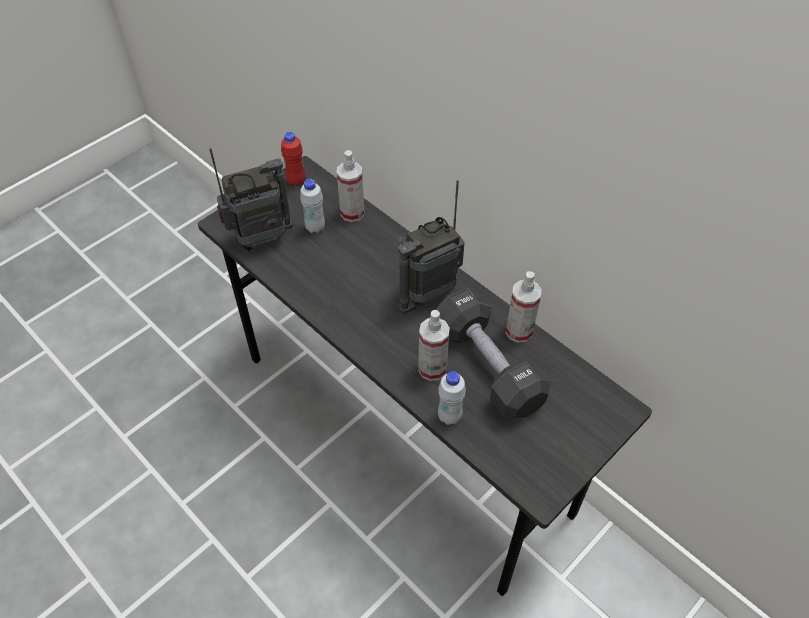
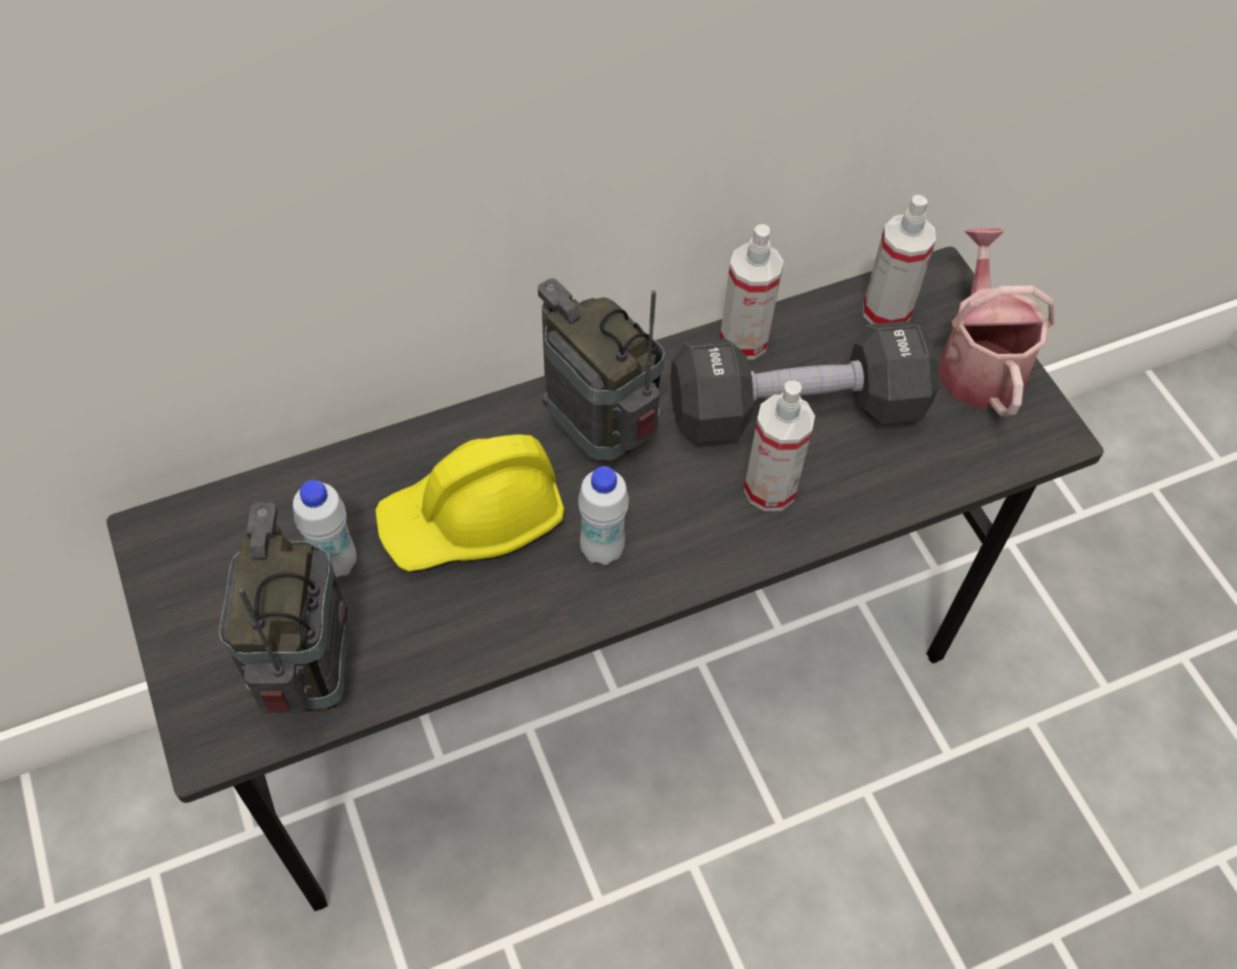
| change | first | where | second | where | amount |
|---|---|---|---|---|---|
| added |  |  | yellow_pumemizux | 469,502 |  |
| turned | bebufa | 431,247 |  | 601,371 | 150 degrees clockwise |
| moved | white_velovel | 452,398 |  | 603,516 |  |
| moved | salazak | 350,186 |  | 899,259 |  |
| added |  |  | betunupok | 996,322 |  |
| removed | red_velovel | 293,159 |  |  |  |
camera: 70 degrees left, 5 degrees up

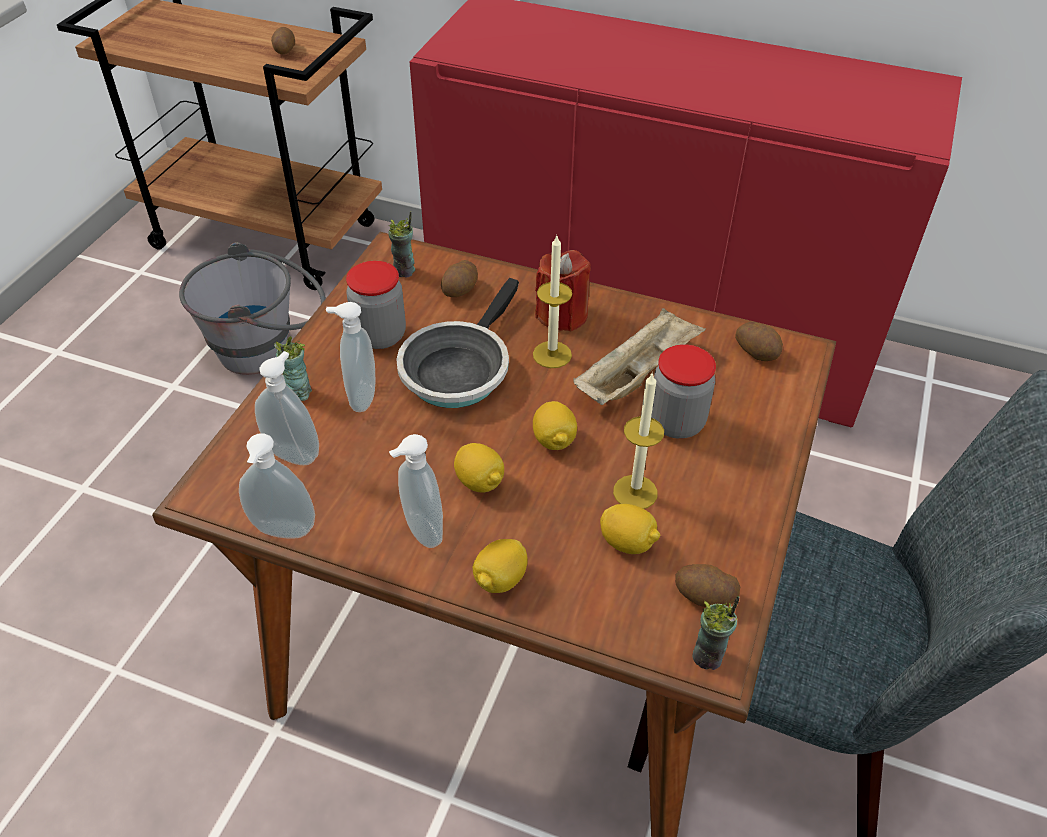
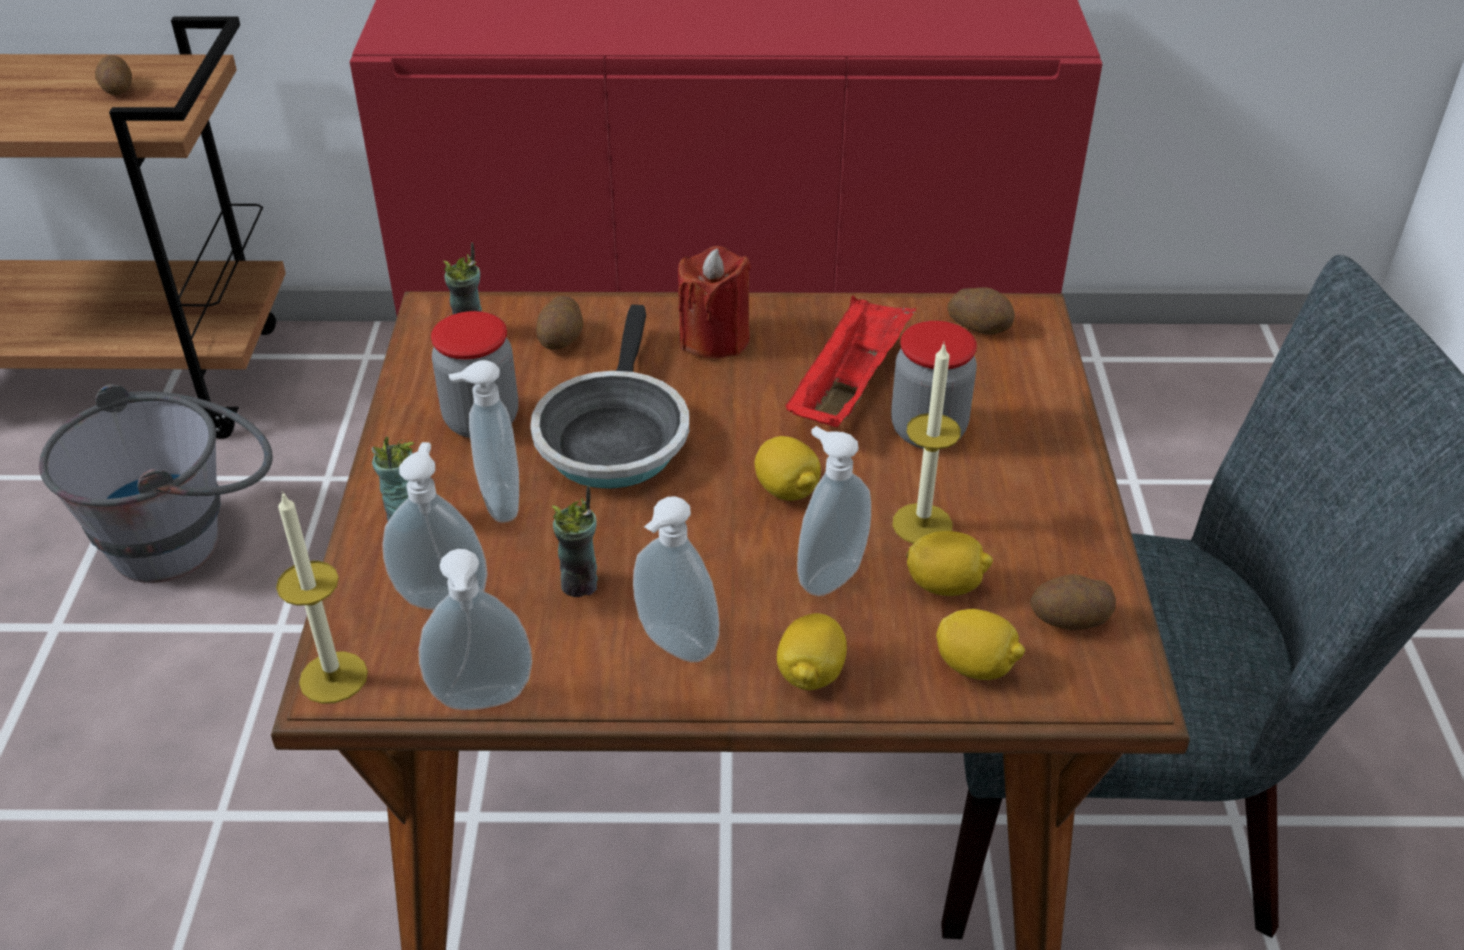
| change | first | where | second | where | amount |
|---|---|---|---|---|---|
| moved | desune | 552,302 |  | 322,597 |  |
| moved | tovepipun | 715,633 |  | 575,541 |  |
| recoloured | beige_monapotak | 639,356 | red_monapotak | 850,361 |  |
| added |  |  | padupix | 834,511 |  |
| moved | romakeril | 479,468 |  | 980,644 |  |
camera: 20 degrees left, 5 degrees down

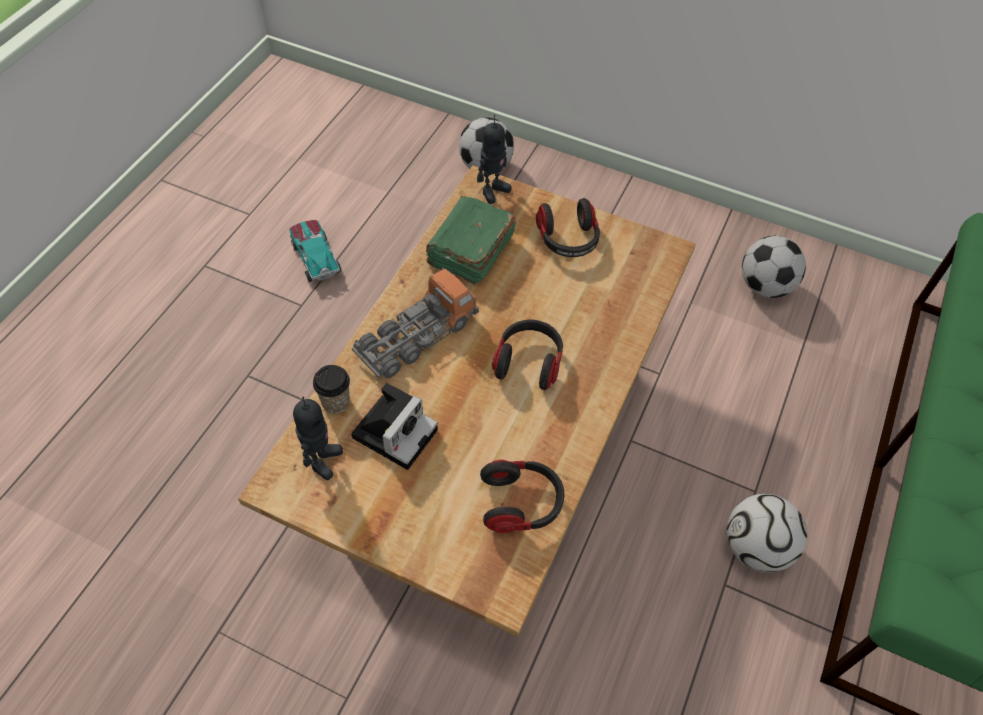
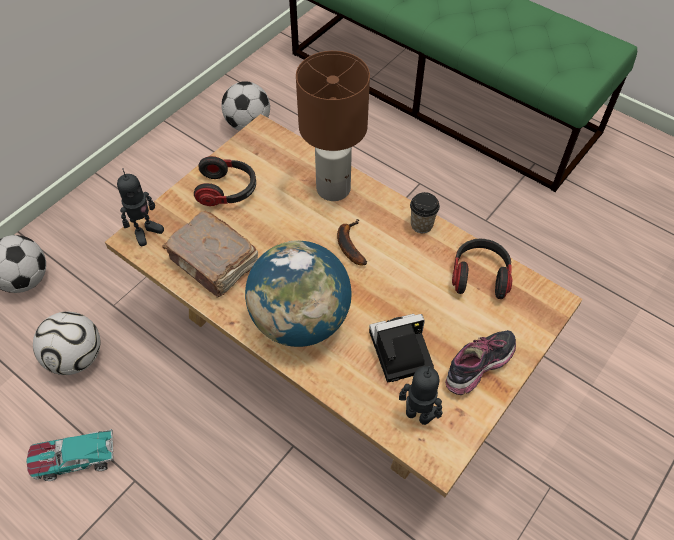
| change | first | where | second | where | amount |
|---|---|---|---|---|---|
| moved | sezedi | 767,533 |  | 66,343 |  |
| turned | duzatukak | 494,159 |  | 140,207 | 75 degrees clockwise |
| recoloured | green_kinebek | 471,240 | brown_kinebek | 210,254 |  |
| replaced | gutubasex | 415,322 | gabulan | 298,293 |  |
| added |  |  | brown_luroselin | 333,126 |  |
| replaced | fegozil | 527,354 | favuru | 352,242 |  |
| turned | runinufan | 394,426 |  | 401,348 | 60 degrees counterclockwise |
| moved | tovepipun | 331,389 |  | 425,212 |  |
| added |  |  | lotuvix | 480,362 |  |
camera: 75 degrees left, 0 degrees up

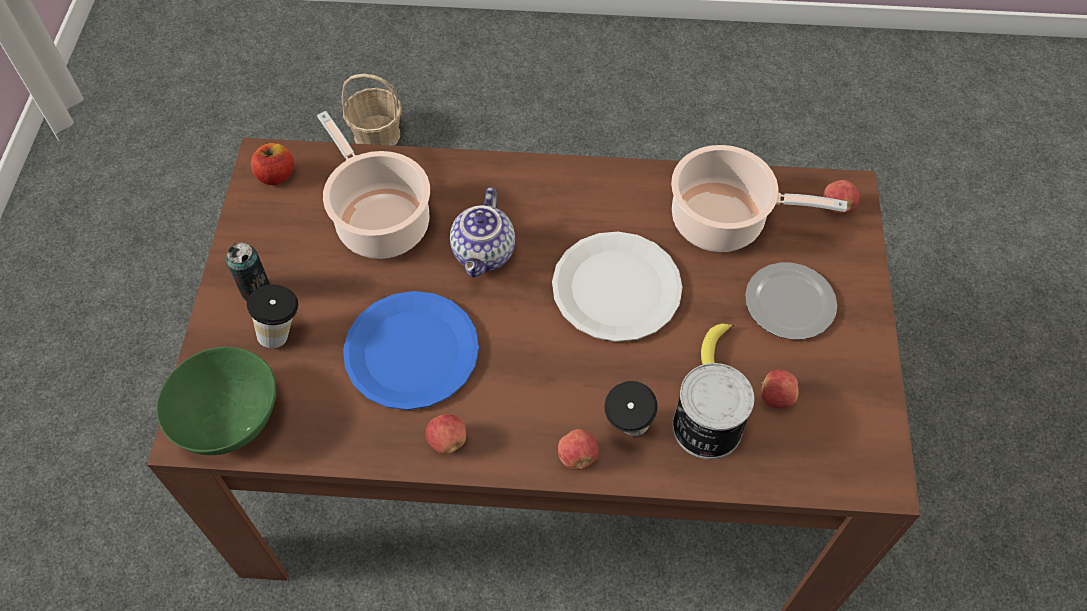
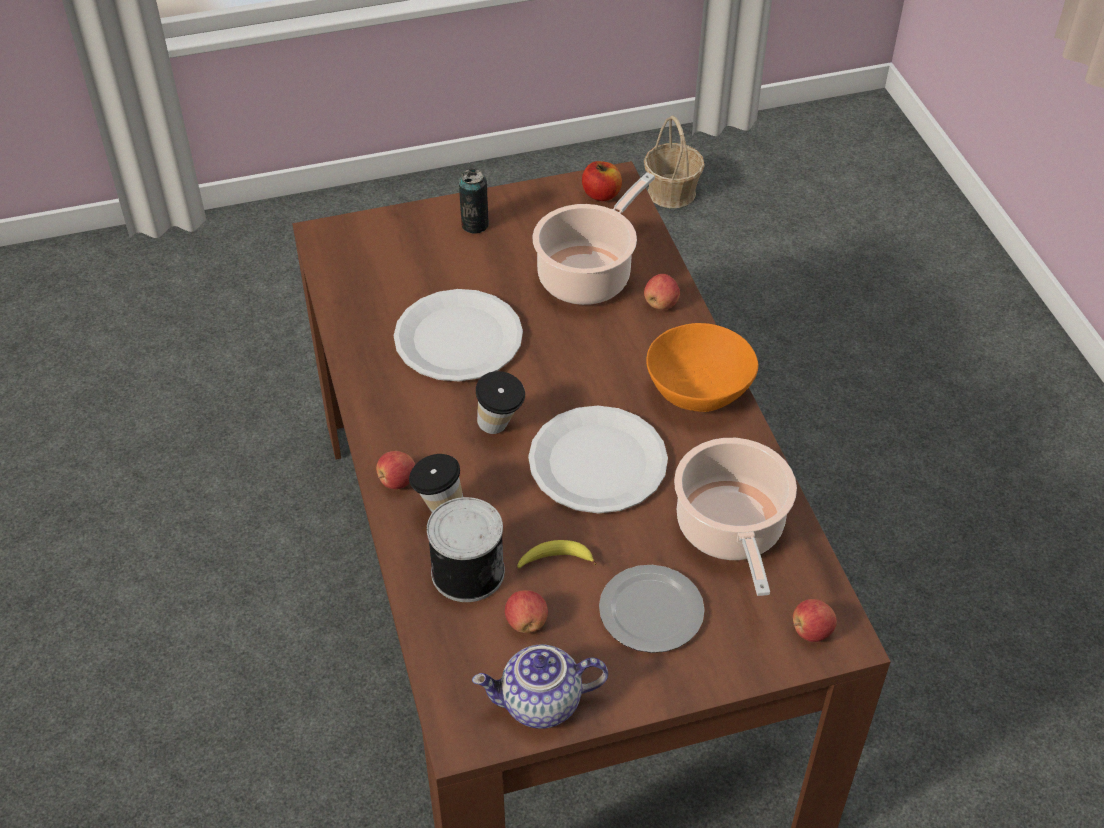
| change | first | where | second | where | amount |
|---|---|---|---|---|---|
| recoloured | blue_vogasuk | 411,350 | white_vogasuk | 458,335 |  |
| moved | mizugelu | 482,232 |  | 540,686 |  |
| moved | tovepipun | 272,316 |  | 500,402 |  |
| moved | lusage | 372,110 |  | 674,161 |  |
| moved | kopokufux | 446,434 |  | 662,292 |  |
| added |  |  | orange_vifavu | 702,367 |  |
| removed | green_vifavu | 216,401 |  |  |  |
camera: 70 degrees right, 10 degrees down

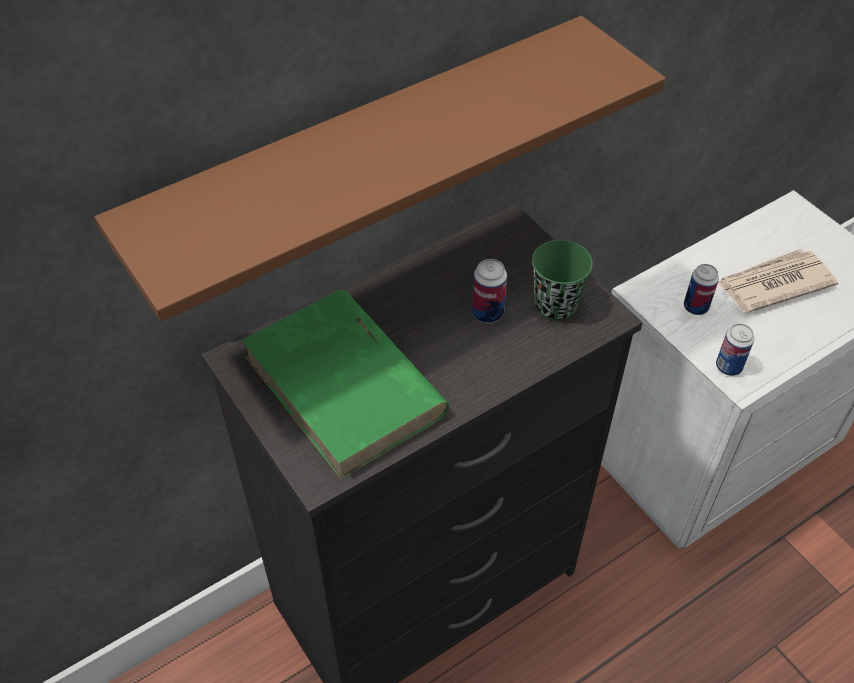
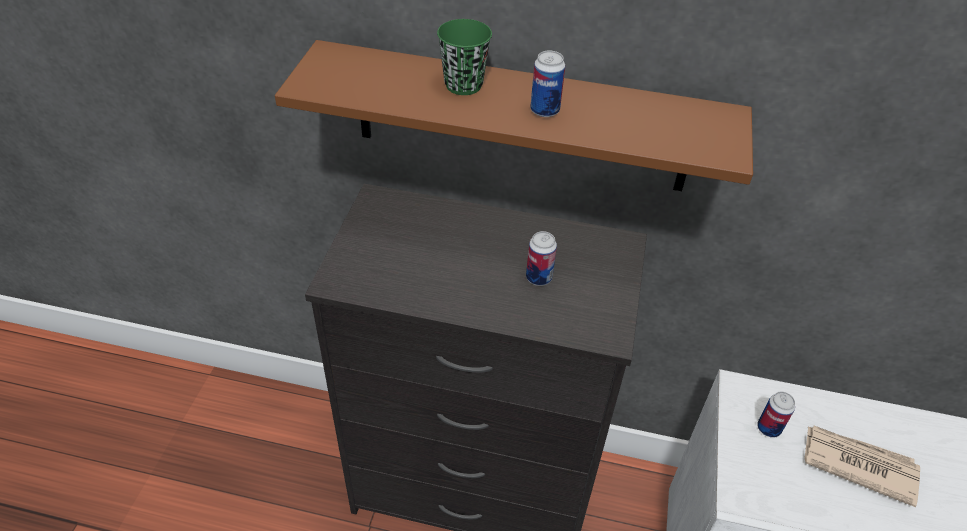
| change | first | where | second | where | amount |
|---|---|---|---|---|---|
| moved | green_tovepipun | 562,280 |  | 464,57 |  |
| moved | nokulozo | 735,350 |  | 547,84 |  |
| removed | green_kinebek | 345,385 |  |  |  |
camera: 45 degrees right, 5 degrees down

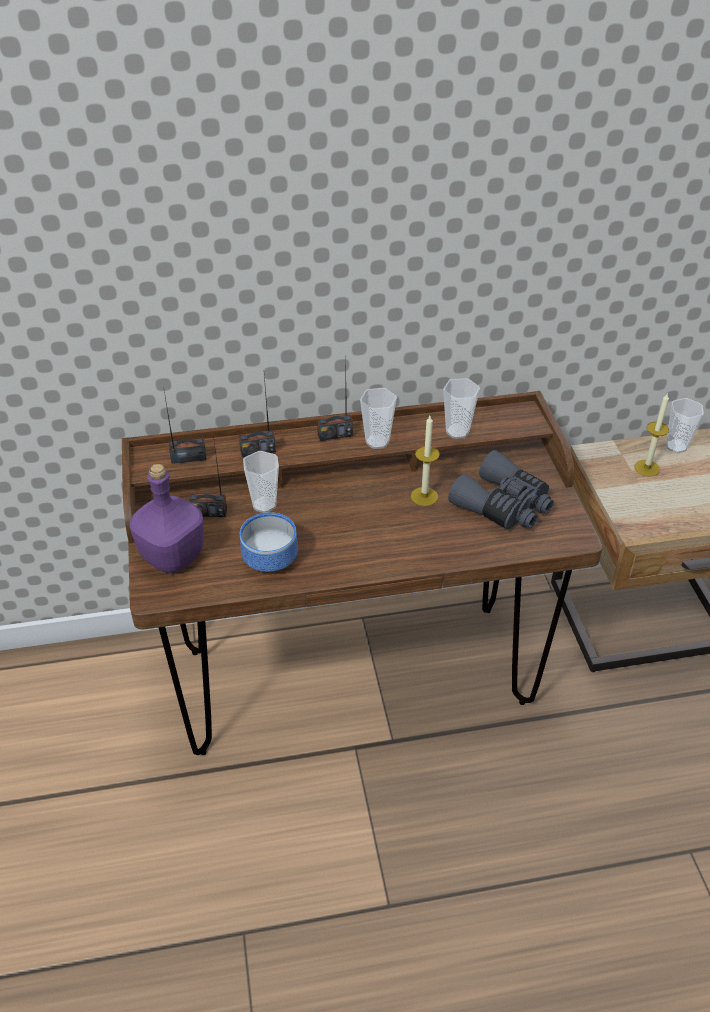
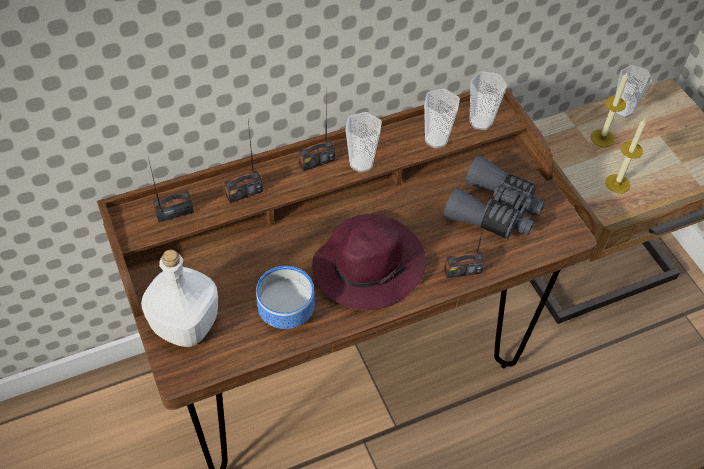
| change | first | where | second | where | amount |
|---|---|---|---|---|---|
| recoloured | purple_velovel | 167,518 | white_velovel | 179,298 |  |
| added |  |  | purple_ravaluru | 369,262 |  |
| moved | bebufa | 208,476 |  | 466,241 |  |
| moved | tovepipun | 261,482 |  | 488,100 |  |
| moved | desune | 425,461 |  | 625,156 |  |
camera: 15 degrees left, 10 degrees up

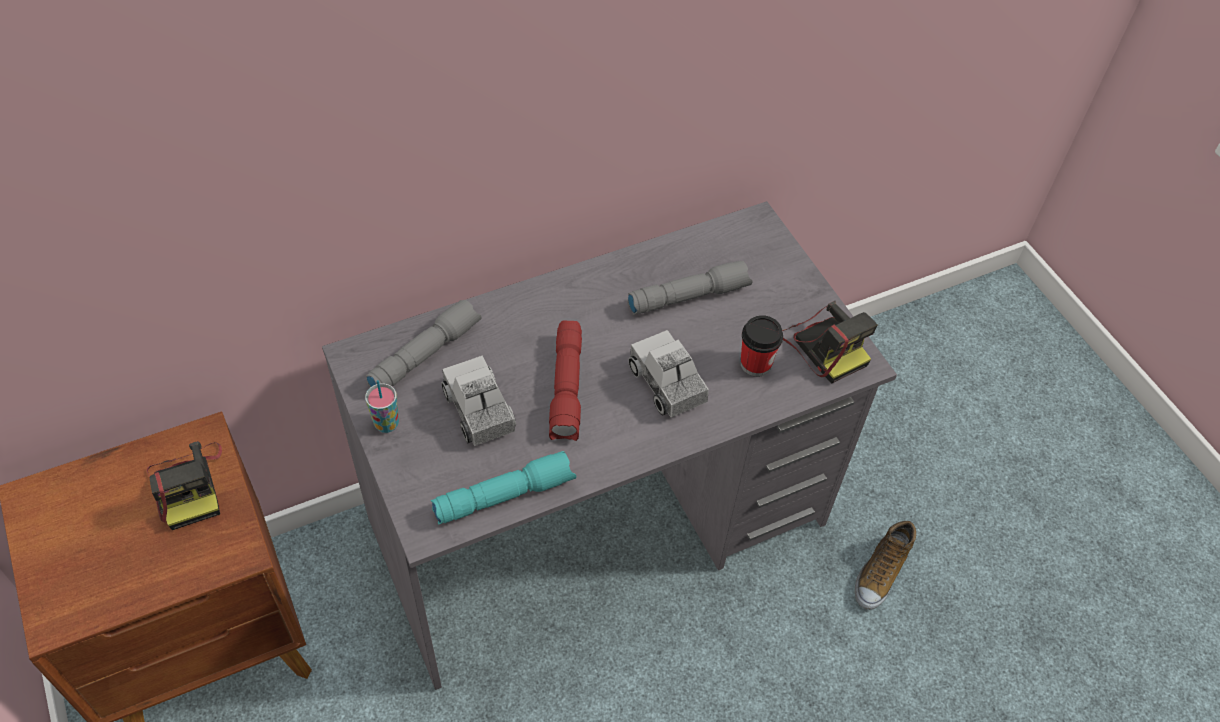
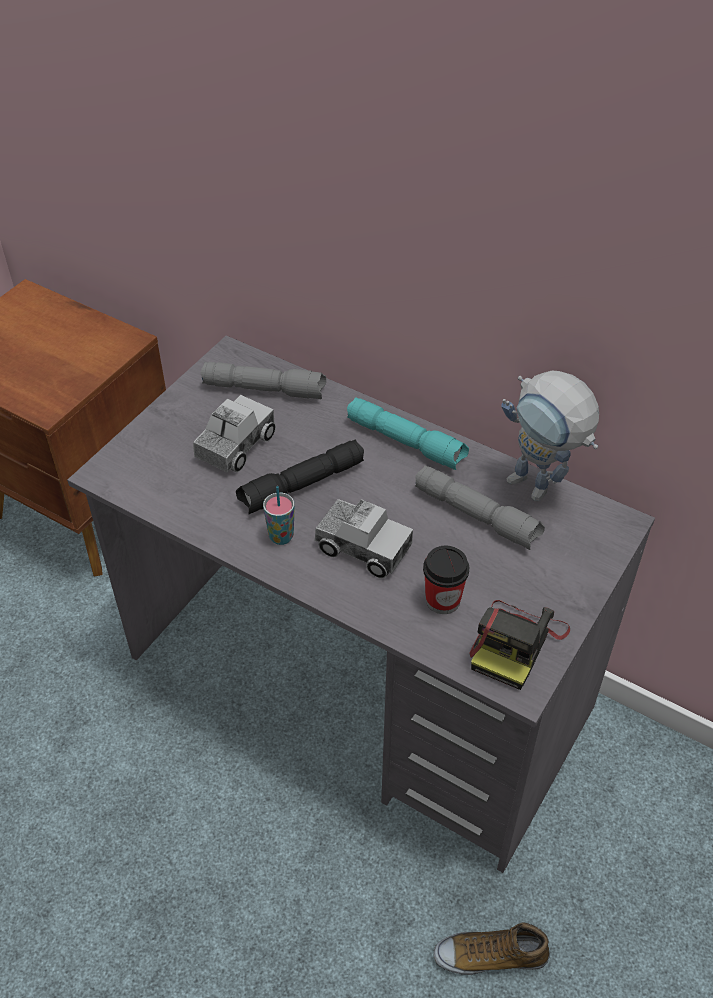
| change | first | where | second | where | amount |
|---|---|---|---|---|---|
| recoloured | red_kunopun | 565,381 | black_kunopun | 300,476 |  |
| moved | tovepipun | 382,406 |  | 278,515 |  |
| turned | gutubasex | 668,373 |  | 364,538 | 90 degrees clockwise |
| moved | turquoise_kunopun | 503,487 |  | 408,433 |  |
| added |  |  | duzatukak | 550,436 |  |
| removed | runinufan | 184,485 |  |  |  |
camera: 60 degrees right, 5 degrees down

